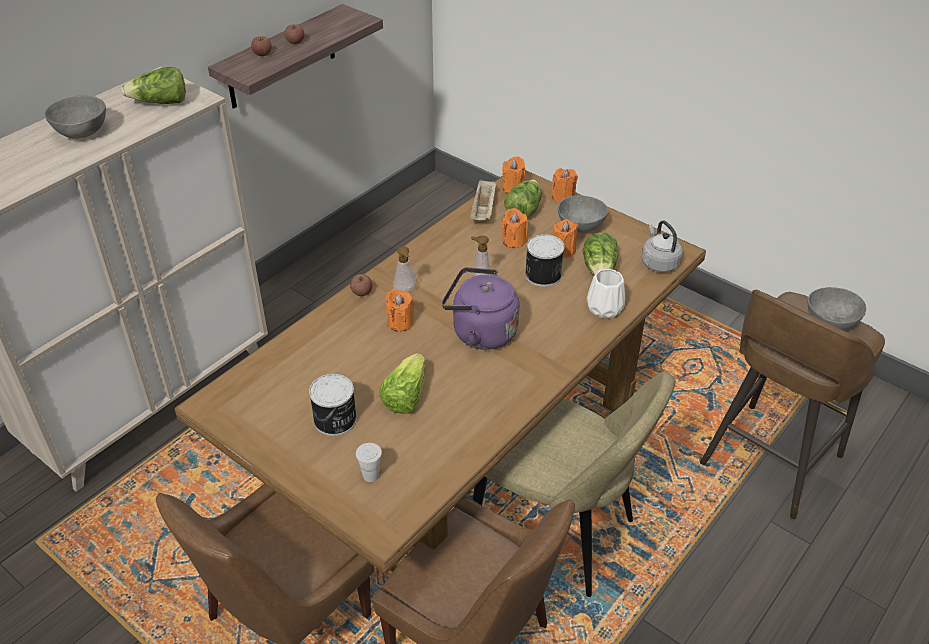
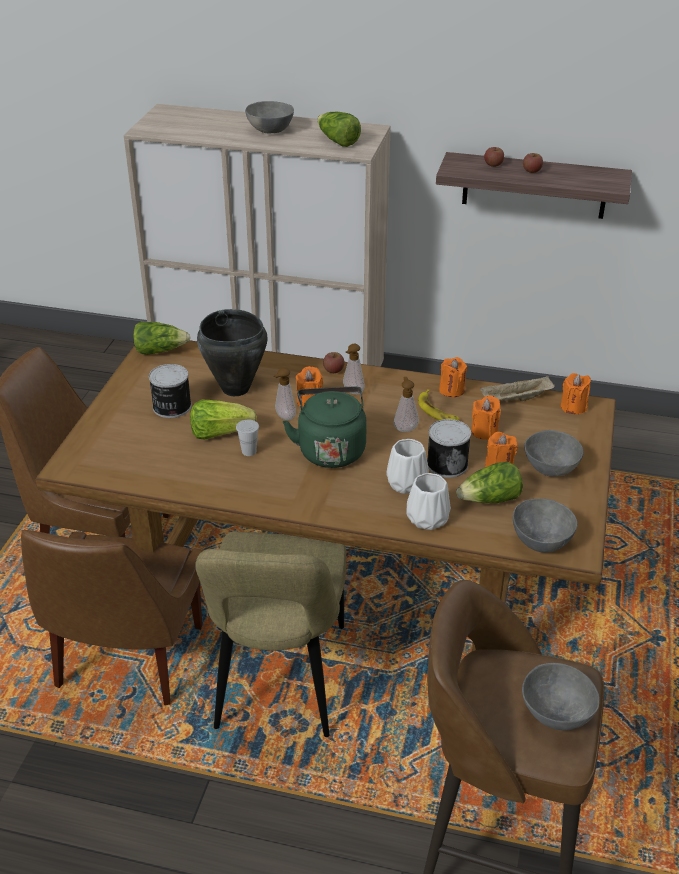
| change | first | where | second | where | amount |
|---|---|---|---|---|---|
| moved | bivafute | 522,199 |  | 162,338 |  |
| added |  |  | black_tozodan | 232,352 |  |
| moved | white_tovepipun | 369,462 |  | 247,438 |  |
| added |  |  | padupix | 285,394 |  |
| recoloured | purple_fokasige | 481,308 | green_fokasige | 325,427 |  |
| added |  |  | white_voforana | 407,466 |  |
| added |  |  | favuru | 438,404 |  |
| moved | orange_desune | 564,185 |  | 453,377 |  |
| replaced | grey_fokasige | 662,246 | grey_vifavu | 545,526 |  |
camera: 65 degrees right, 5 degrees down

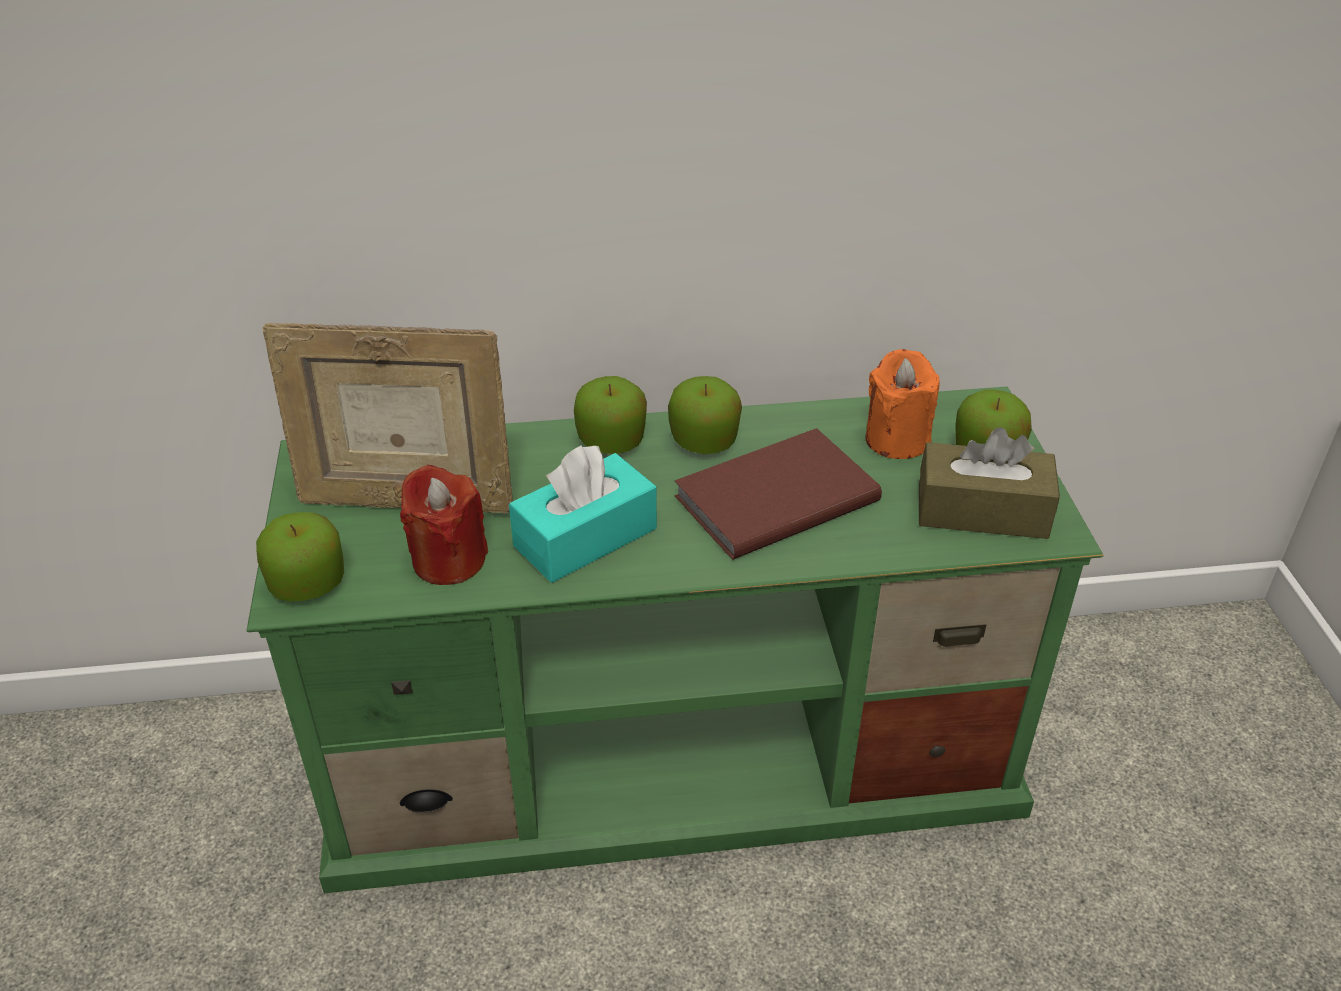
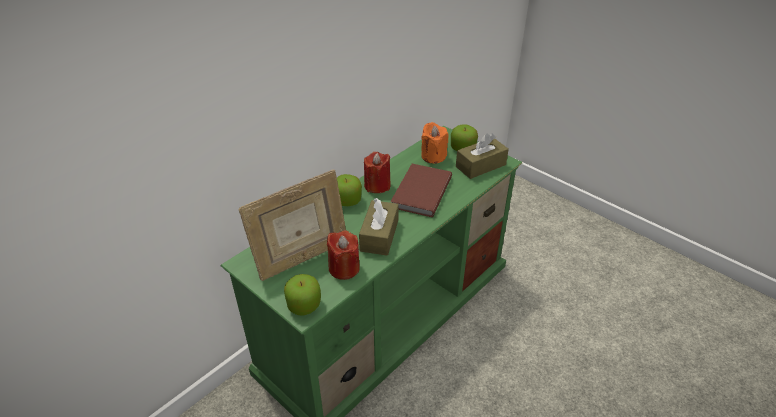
| change | first | where | second | where | amount |
|---|---|---|---|---|---|
| recoloured | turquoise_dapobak | 583,514 | brown_dapobak | 379,227 |  |
| replaced | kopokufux | 705,415 | red_desune | 377,172 |  |
camera: 40 degrees left, 0 degrees up

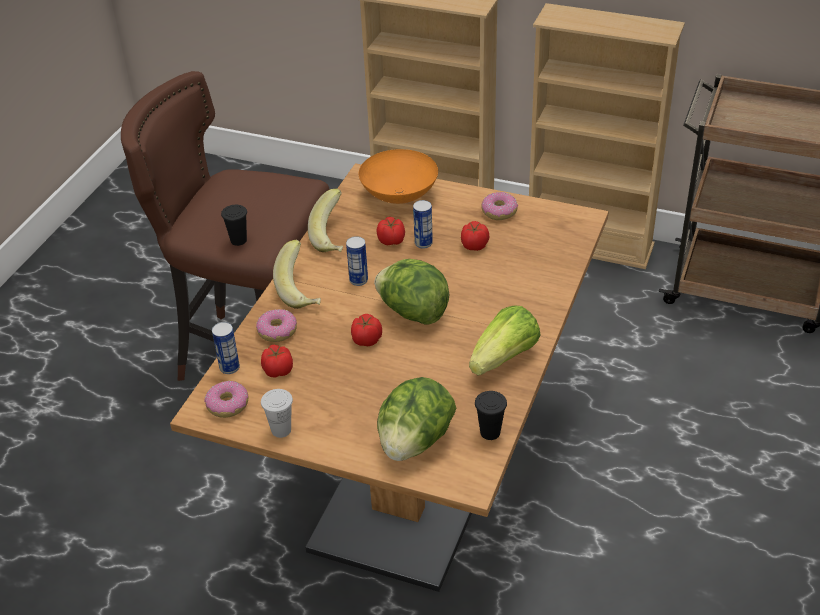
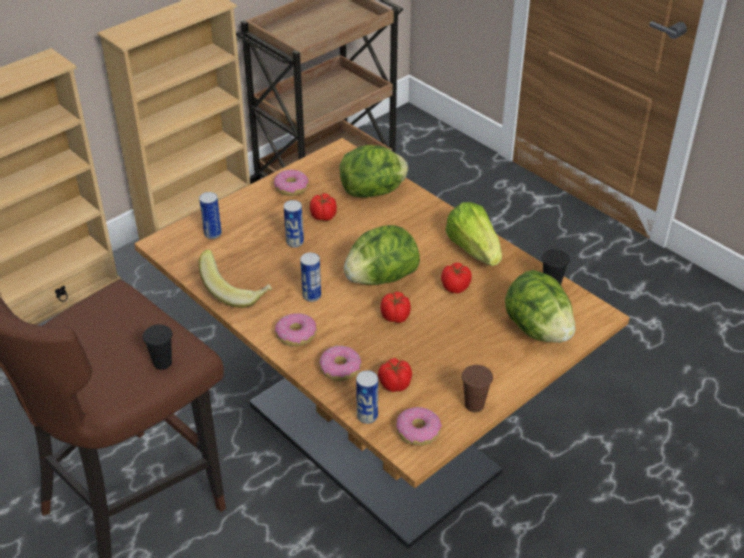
| change | first | where | second | where | amount |
|---|---|---|---|---|---|
| replaced | orange_vifavu | 398,176 | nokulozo | 210,215 |  |
| replaced | favuru | 297,274 | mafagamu | 296,329 |  |
| added |  |  | bivafute | 373,171 |  |
| moved | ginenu | 390,231 |  | 456,277 |  |
| recoloured | white_tovepipun | 277,413 | brown_tovepipun | 477,388 |  |
camera: 65 degrees left, 0 degrees up

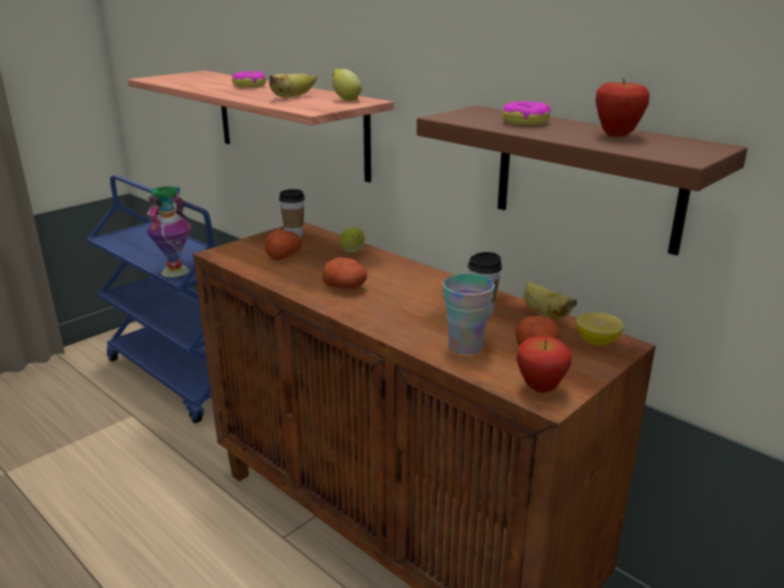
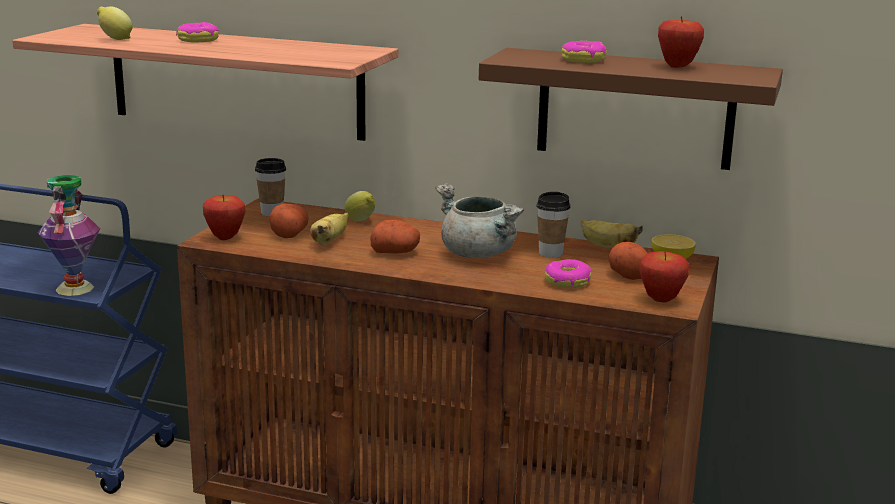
| change | first | where | second | where | amount |
|---|---|---|---|---|---|
| moved | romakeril | 347,85 |  | 115,23 |  |
| added |  |  | kopokufux | 224,217 |  |
| moved | favuru | 293,85 |  | 329,229 |  |
| added |  |  | grey_tozodan | 479,220 |  |
| replaced | tovepipun | 469,314 | mafagamu | 567,273 |  |
camera: 25 degrees left, 5 degrees down

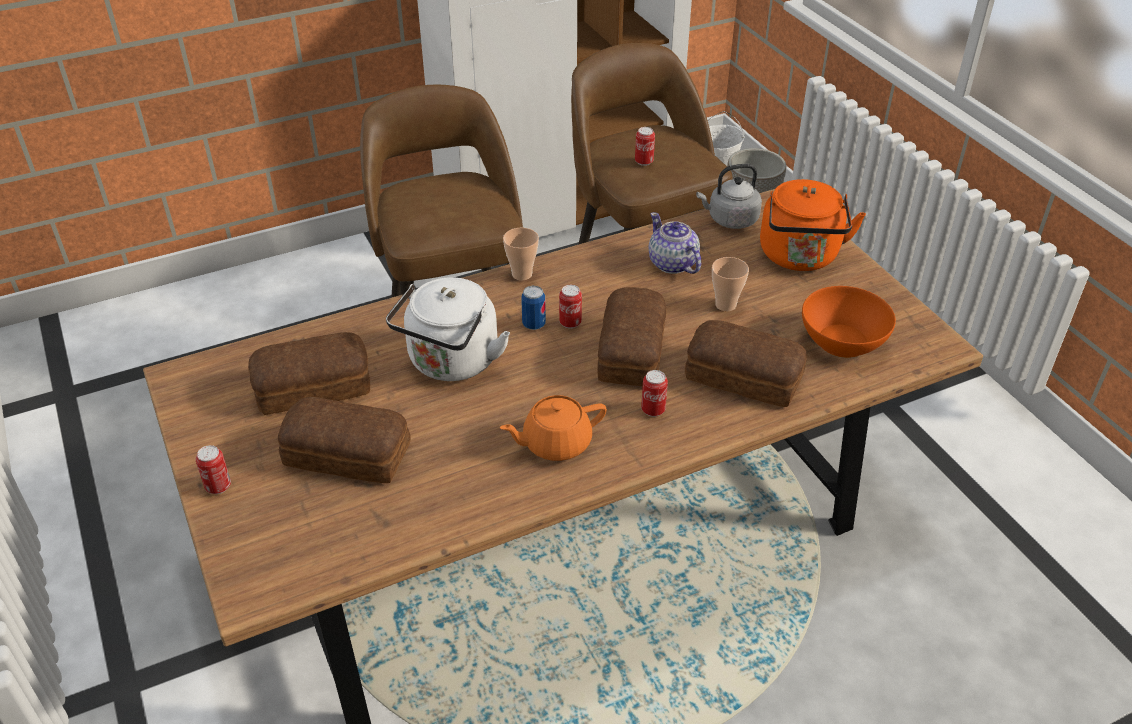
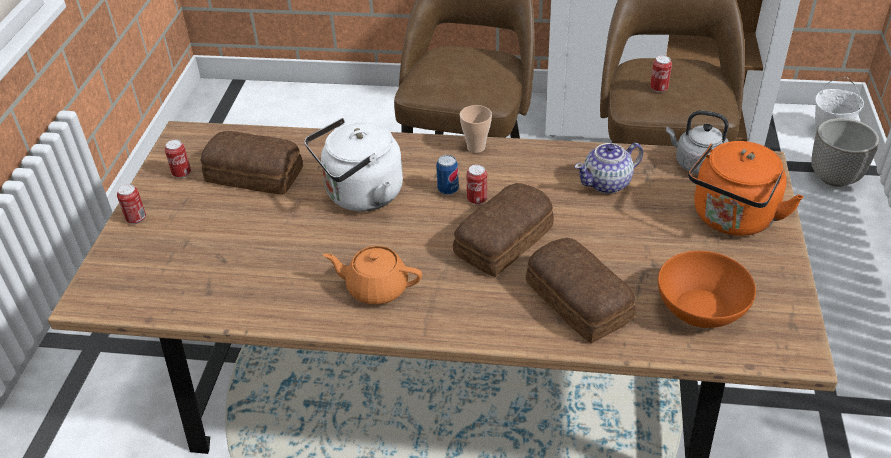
| change | first | where | second | where | amount |
|---|---|---|---|---|---|
| moved | nokulozo | 654,393 |  | 178,159 |  |
| turned | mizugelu | 675,243 |  | 608,168 | 120 degrees counterclockwise |
| removed | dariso | 344,440 |  |  |  |
| removed | tovepipun | 730,284 |  |  |  |
camera: 35 degrees right, 0 degrees up

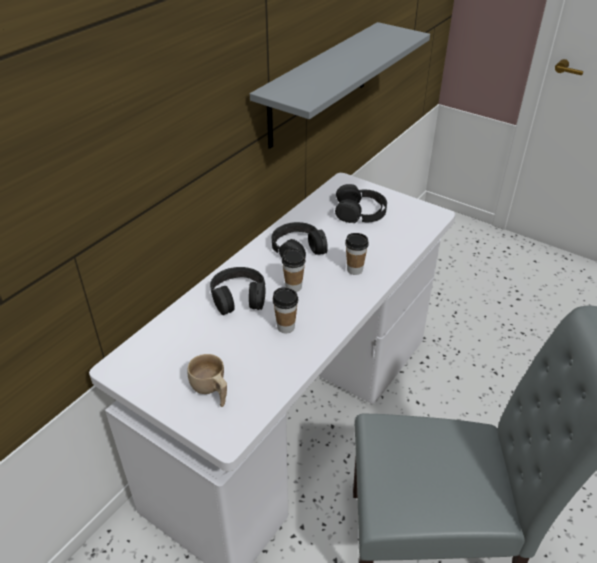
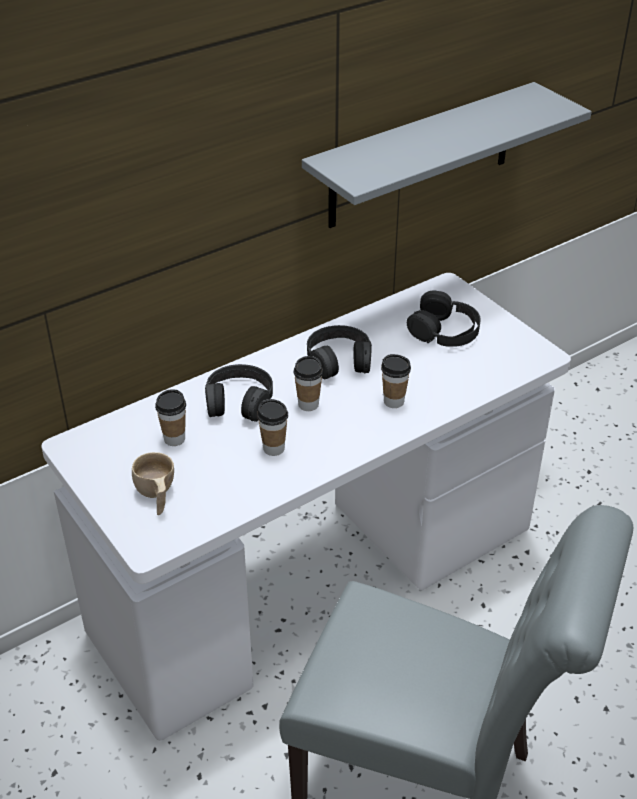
| change | first | where | second | where | amount |
|---|---|---|---|---|---|
| added |  |  | tovepipun | 170,417 |  |
camera: 20 degrees right, 0 degrees up

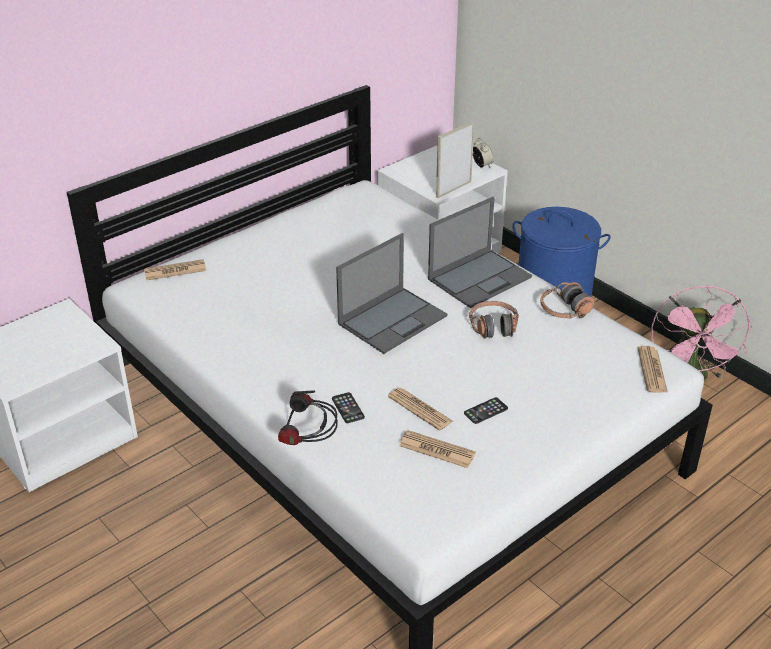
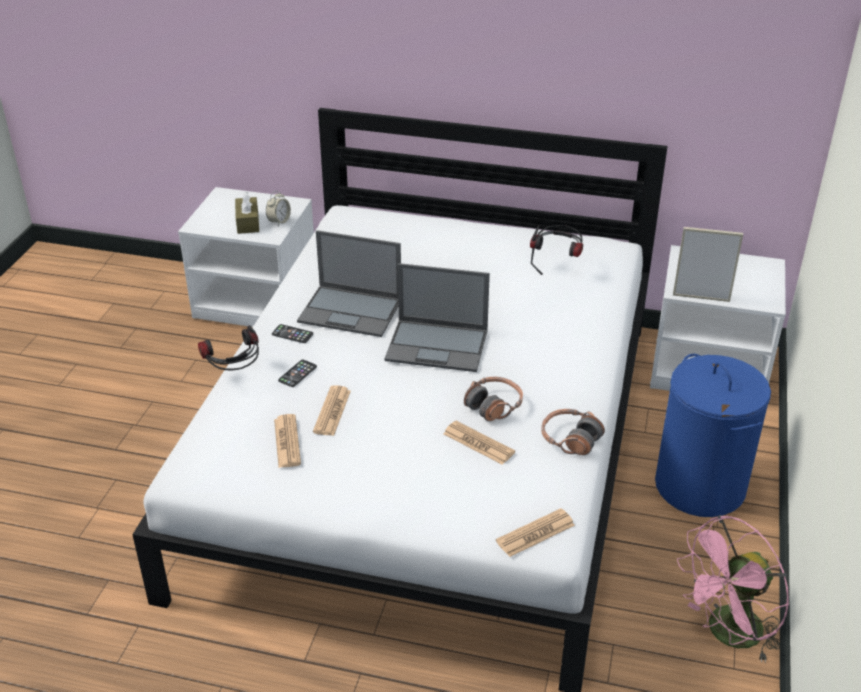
| change | first | where | second | where | amount |
|---|---|---|---|---|---|
| added |  |  | brown_dapobak | 247,212 |  |
| moved | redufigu | 483,152 |  | 278,209 |  |
| moved | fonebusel | 486,410 |  | 292,333 |  |
| moved | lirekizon | 480,252 |  | 349,283 |  |
| moved | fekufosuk | 175,269 |  | 479,443 |  |
| added |  |  | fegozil | 556,250 |  |
camera: 55 degrees right, 0 degrees up

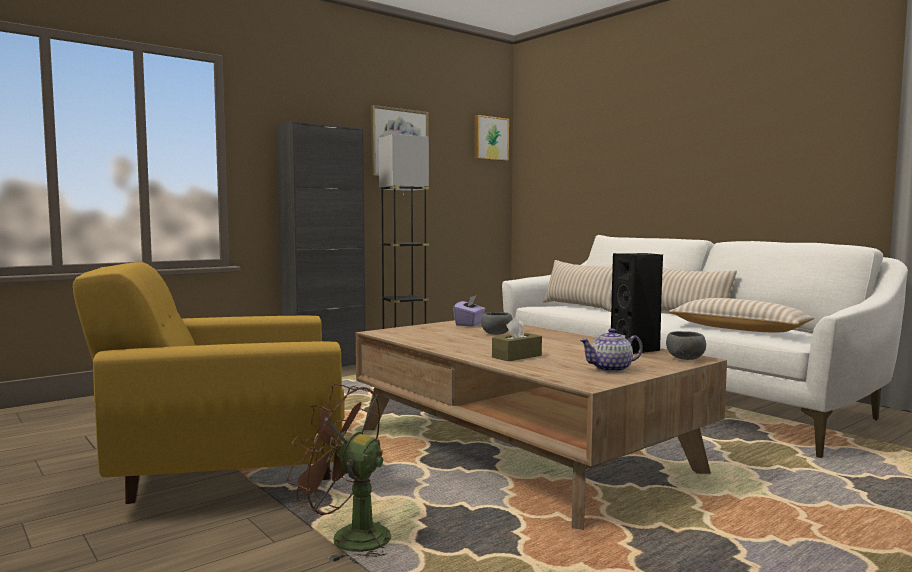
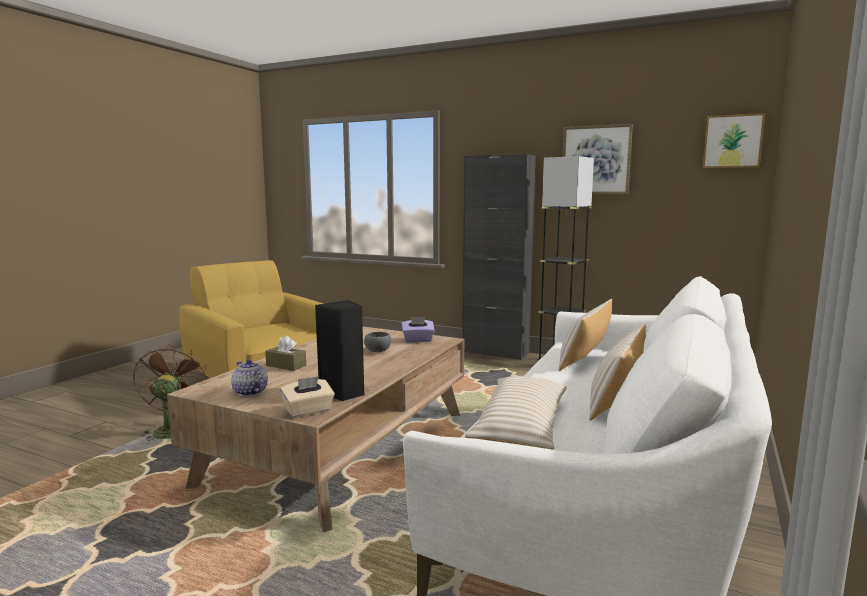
| change | first | where | second | where | amount |
|---|---|---|---|---|---|
| replaced | grey_vifavu | 686,345 | beige_dapobak | 307,397 |  |
camera: 65 degrees right, 5 degrees up

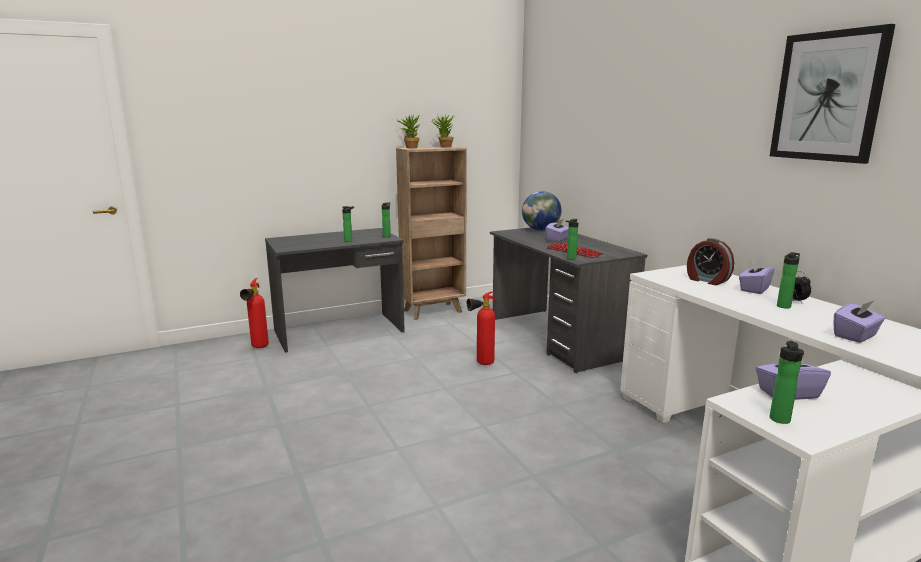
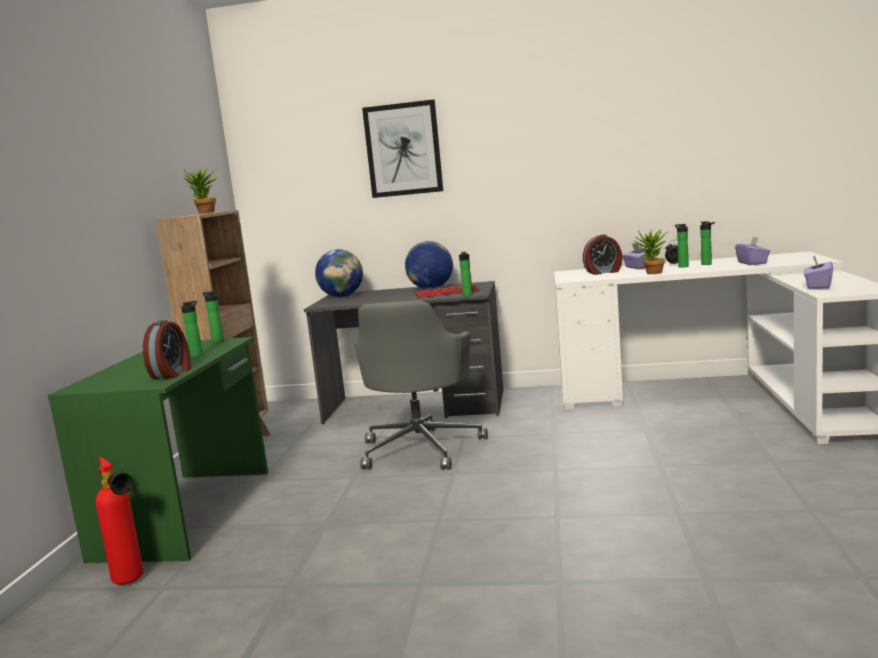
| change | first | where | second | where | amount |
|---|---|---|---|---|---|
| recoloured | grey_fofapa | 335,290 | green_fofapa | 157,450 |  |
| added |  |  | redufigu | 167,349 |  |
| replaced | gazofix | 481,328 | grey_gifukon | 421,385 |  |
| moved | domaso | 832,94 |  | 402,148 |  |
| added |  |  | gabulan | 429,265 |  |
| moved | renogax | 408,131 |  | 651,251 |  |
| moved | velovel | 787,382 |  | 707,243 |  |
| removed | purple_dapobak | 557,230 |  |  |  |
camera: 55 degrees left, 5 degrees down

